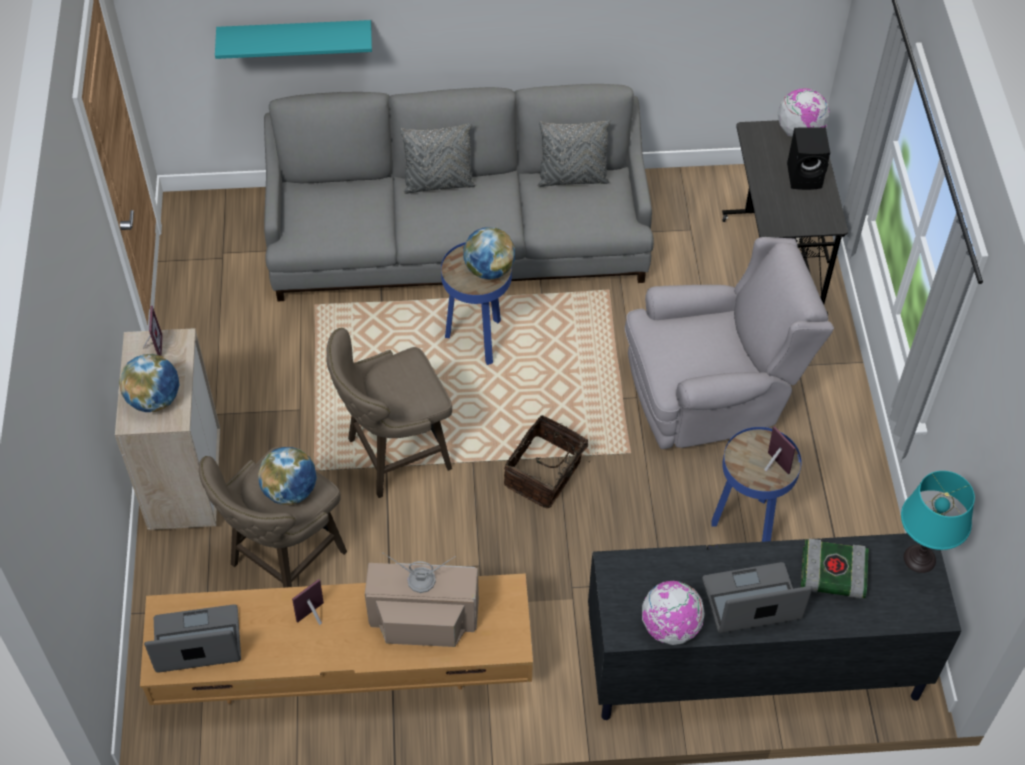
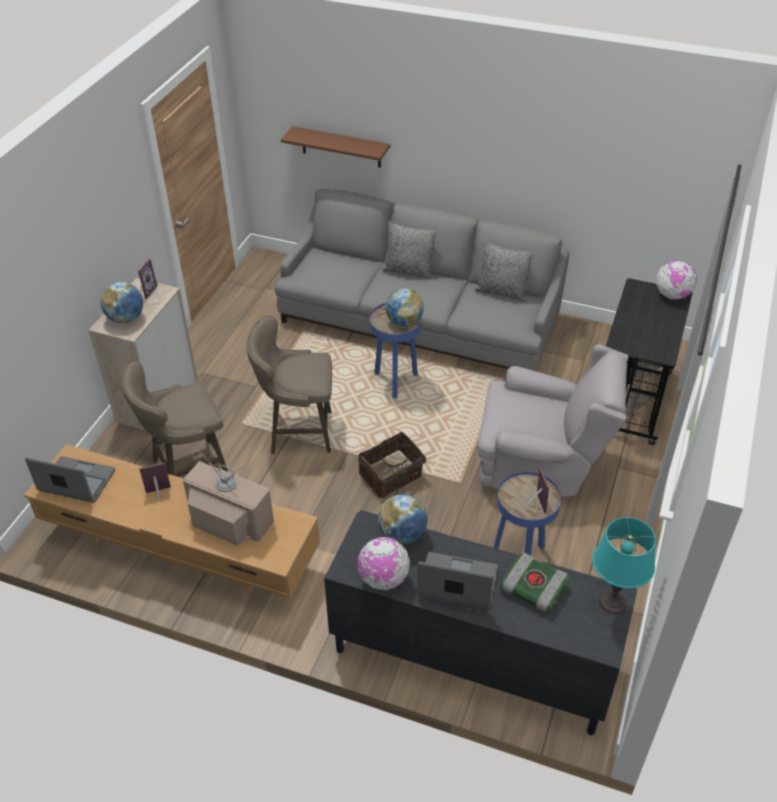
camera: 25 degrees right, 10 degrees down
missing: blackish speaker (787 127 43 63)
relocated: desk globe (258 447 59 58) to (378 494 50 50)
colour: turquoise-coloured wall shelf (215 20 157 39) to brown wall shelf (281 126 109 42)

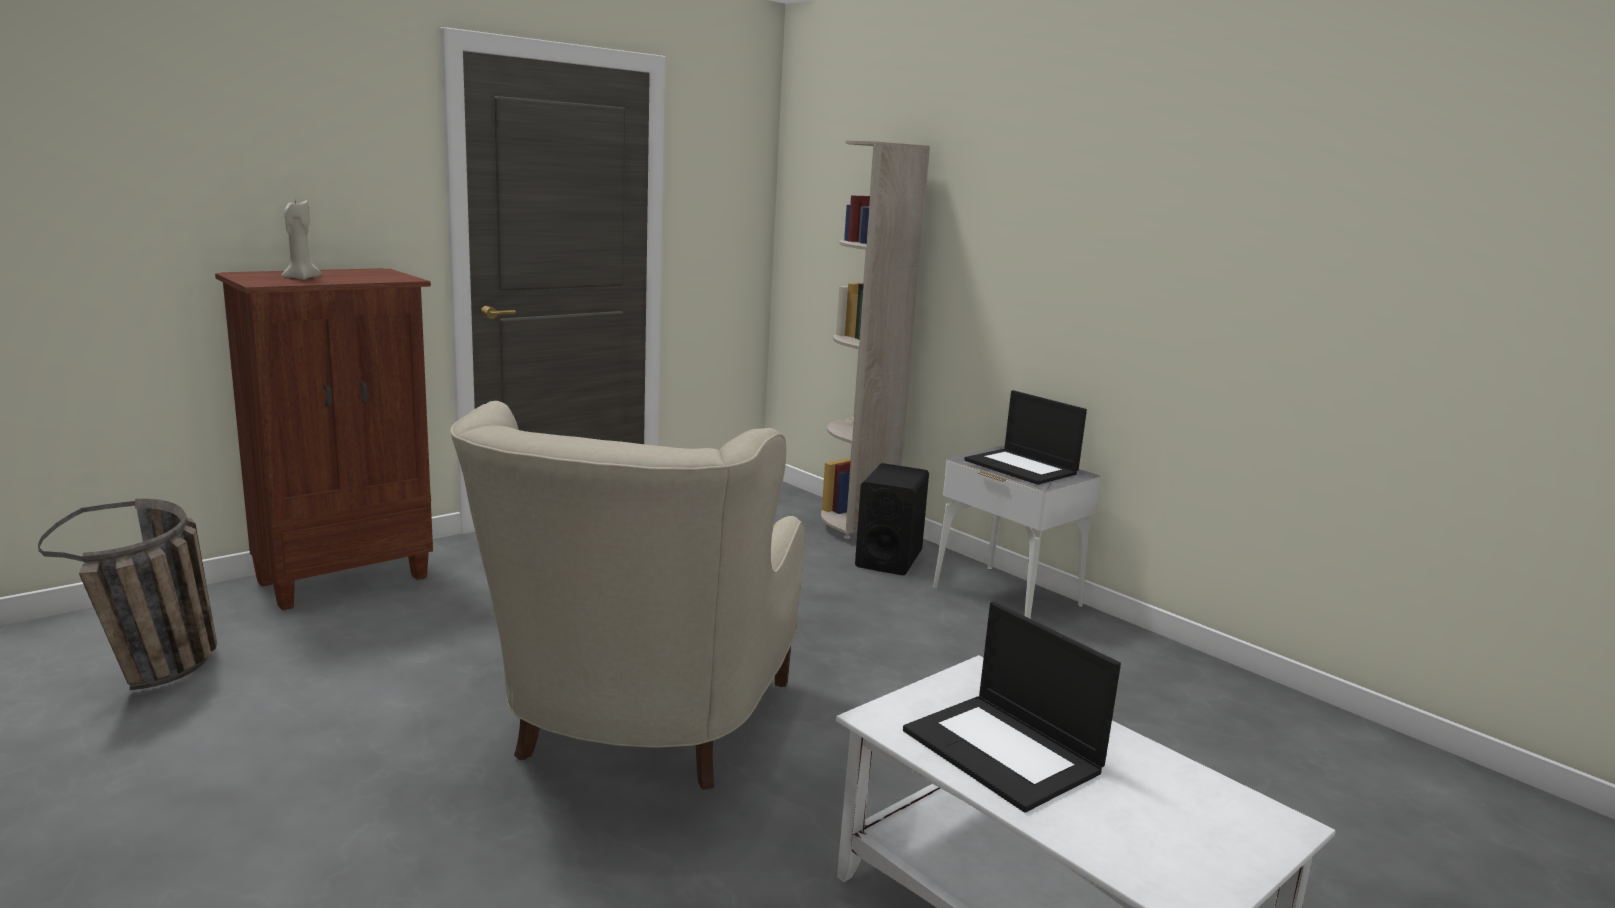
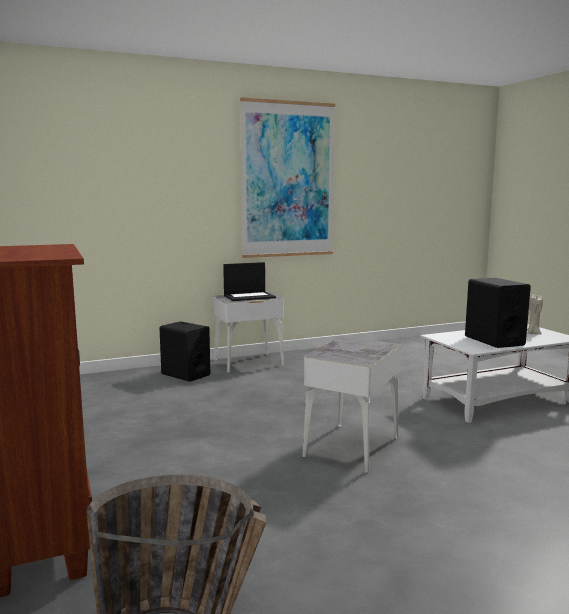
camera: 70 degrees left, 5 degrees down
missing: beige-coloured shelving unit (821 140 109 399)
appeared: picture (240 97 95 161)
relocated: beige-coloured wax candle (281 200 41 80) to (527 295 16 39)
exchanged: beige-coloured armchair (450 401 355 389) to accent table (302 337 99 136); laptop (903 602 218 211) to blackish speaker (465 278 66 70)

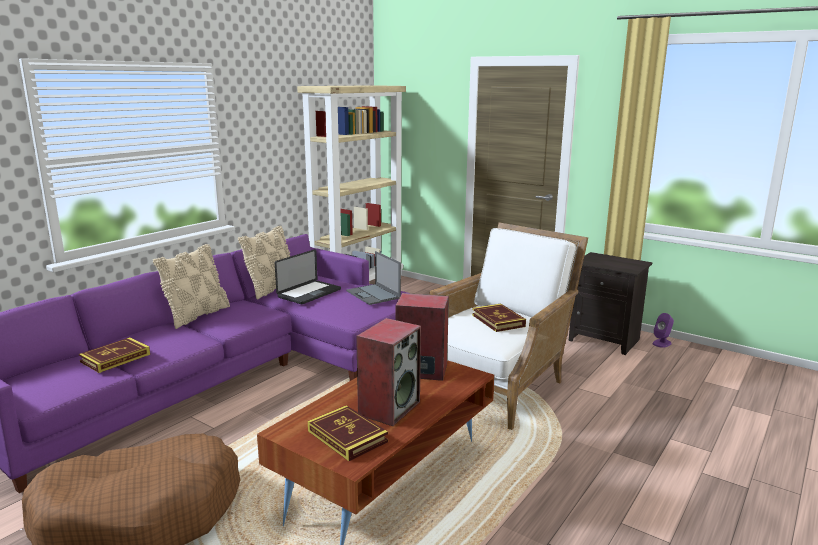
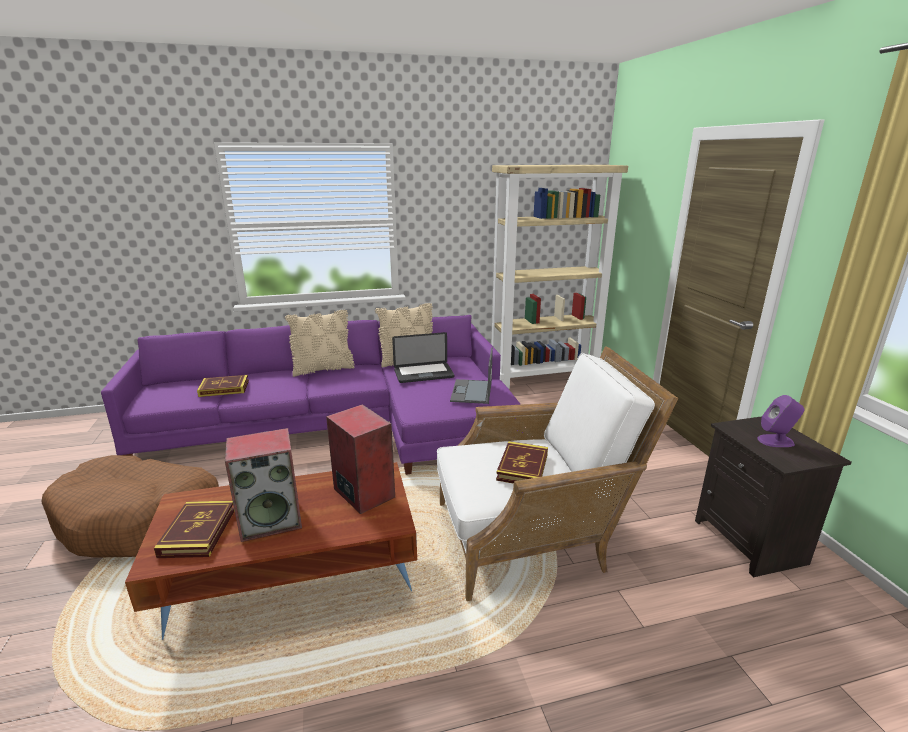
camera: 40 degrees right, 5 degrees up
relocated: purple-coloured speaker (652 313 22 35) to (757 395 48 52)

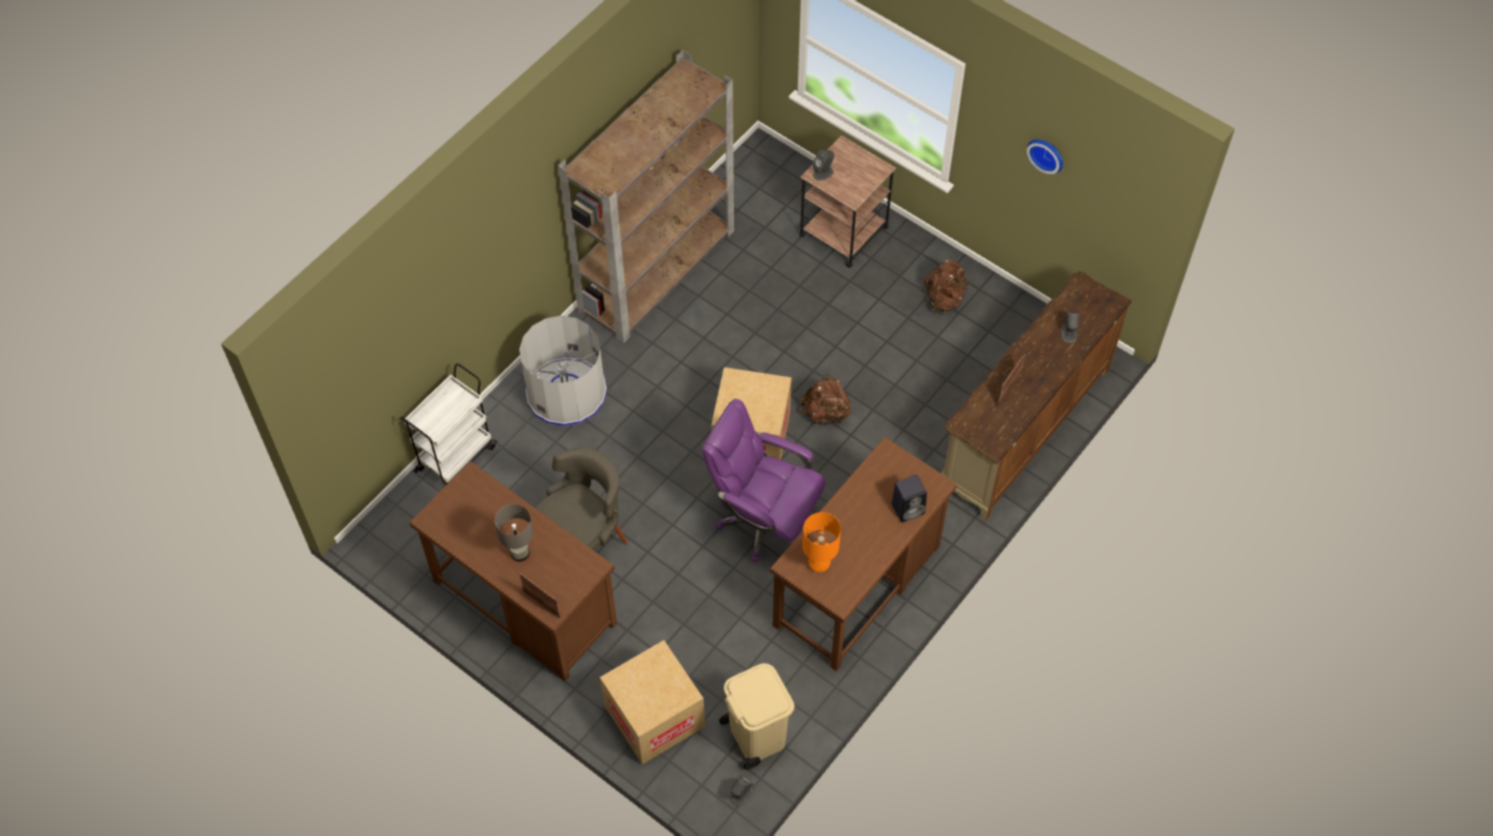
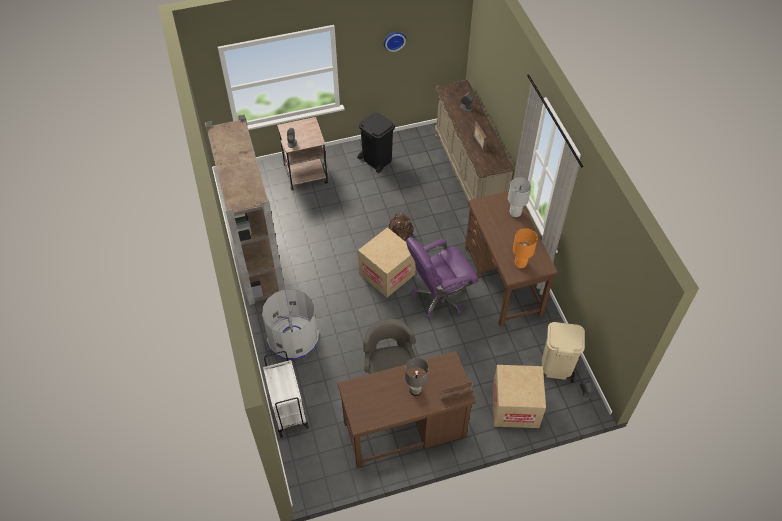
camera: 55 degrees left, 5 degrees down
exchanged: blackish speaker (892 475 35 47) to grey table lamp (508 178 23 39); brown rucksack (924 260 44 55) to blackish waste bin (358 112 37 61)

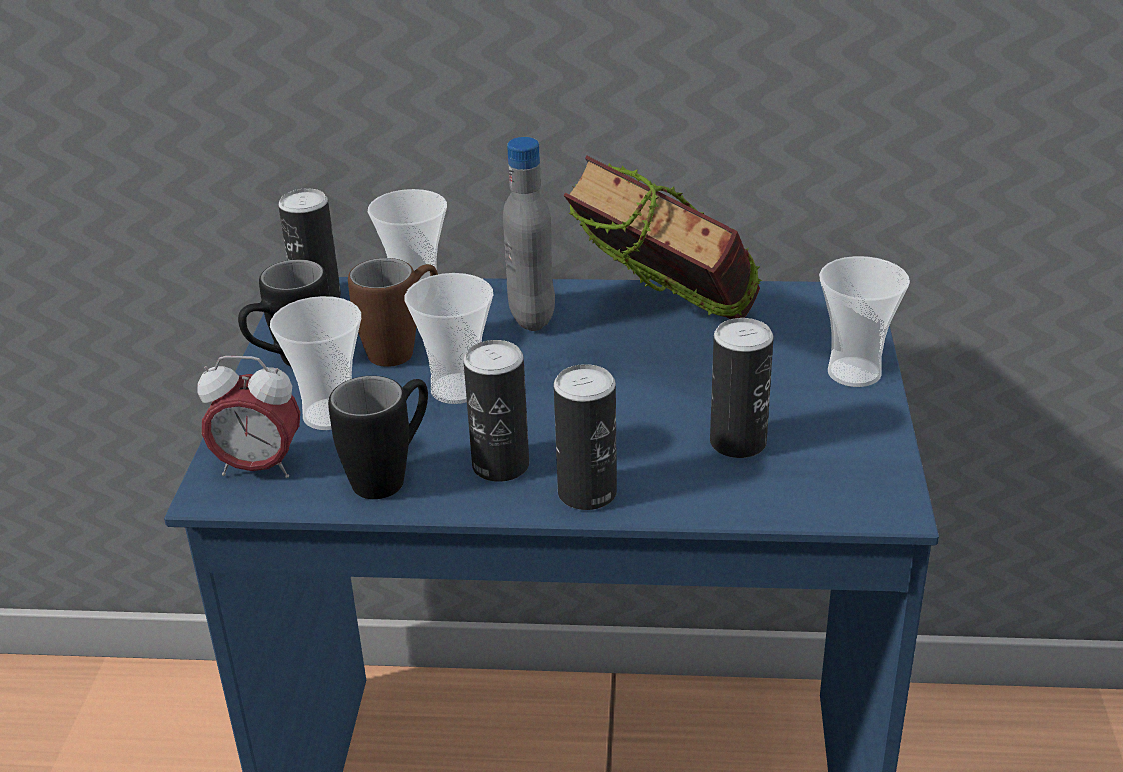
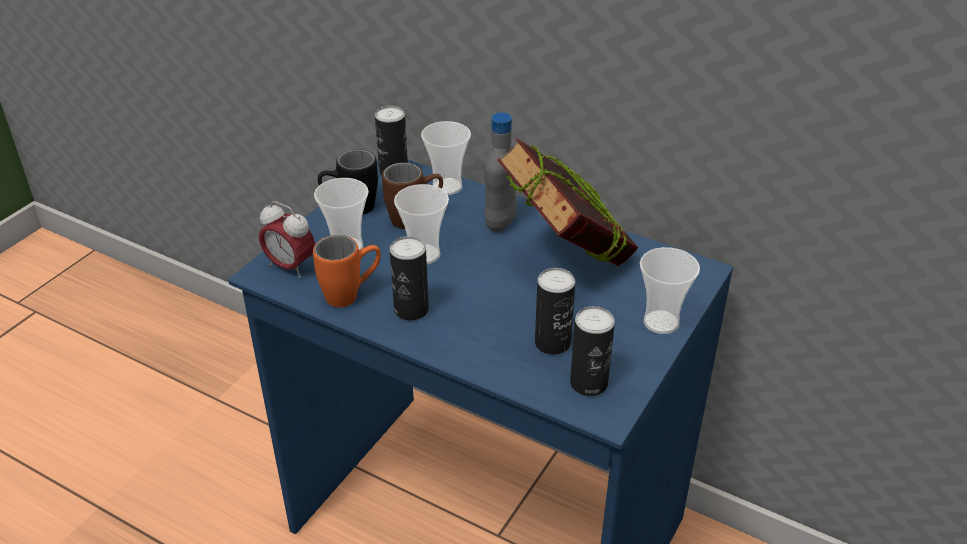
camera: 25 degrees right, 5 degrees up
relocated: can (554 364 63 146) to (570 306 45 90)
colour: blackish coffee mug (328 376 100 123) to orange coffee mug (313 235 68 72)

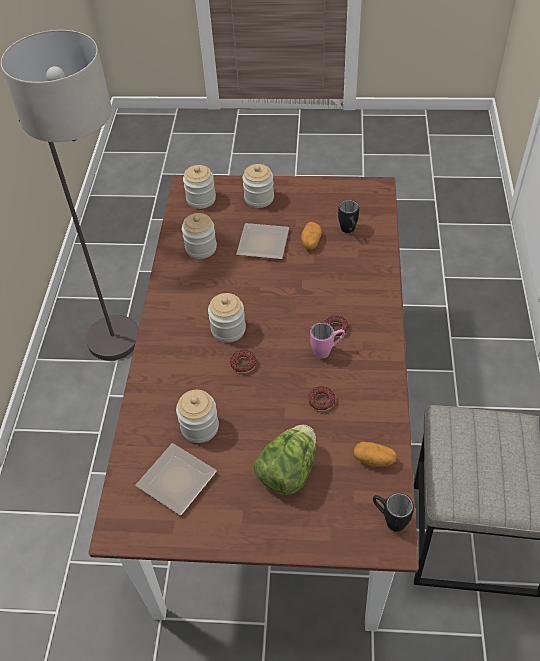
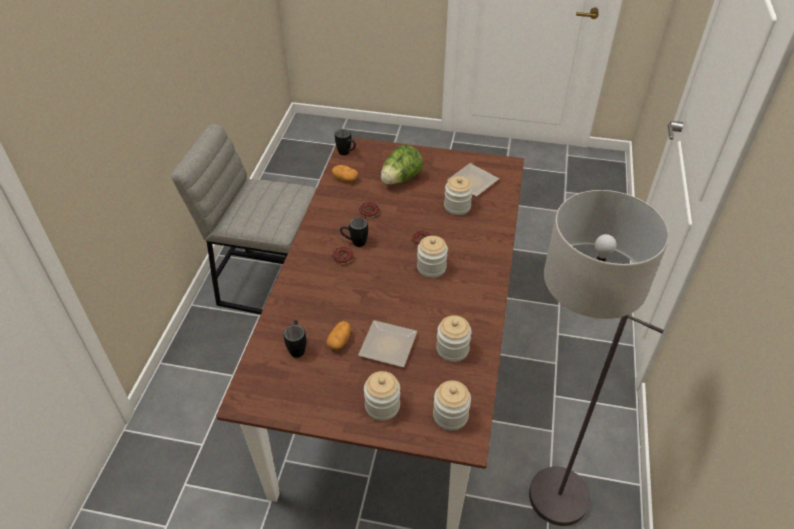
camera: 175 degrees left, 5 degrees down
colour: pinkish coffee mug (310 323 35 35) to blackish coffee mug (340 217 28 30)

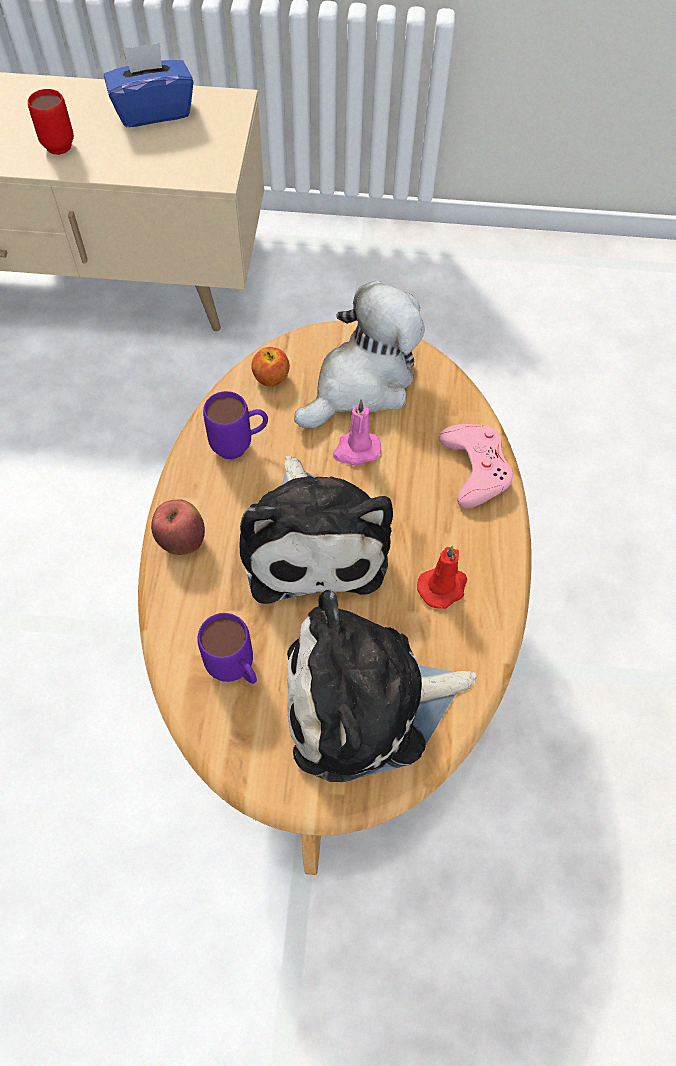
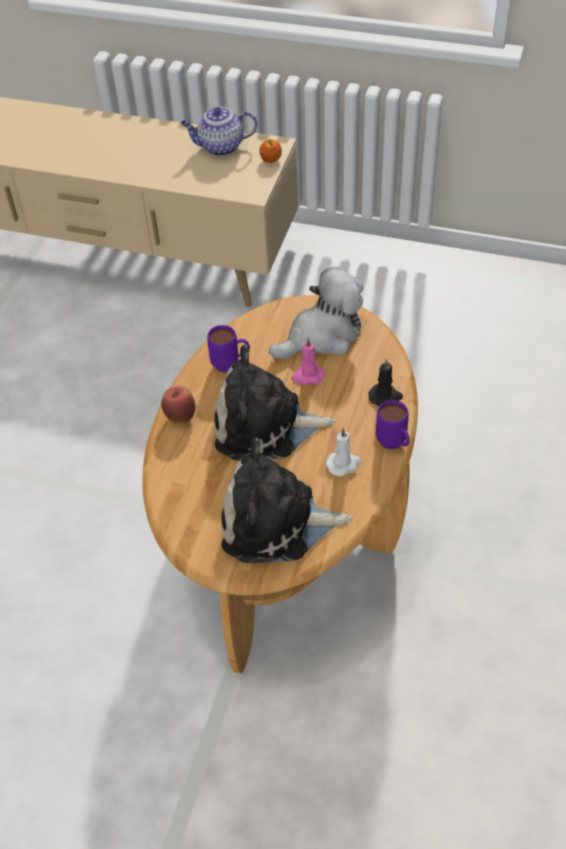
camera: 15 degrees right, 10 degrees down
missing: red-coloured coffee mug (28 89 46 66)
relocated: purple-coloured coffee mug (198 613 59 71) to (376 400 34 49); apple fruit (251 347 39 39) to (259 139 23 24)
exchanged: blue tissue holder (104 43 89 84) to pot for tea (181 107 76 49); pinkish joypad (439 424 74 84) to blackish wax candle (369 358 34 48)
colour: red-coloured wax candle (417 545 50 64) to whitish wax candle (326 427 35 49)
spun: plush toy (239 456 154 148) = (214 345 121 116) 90 degrees clockwise

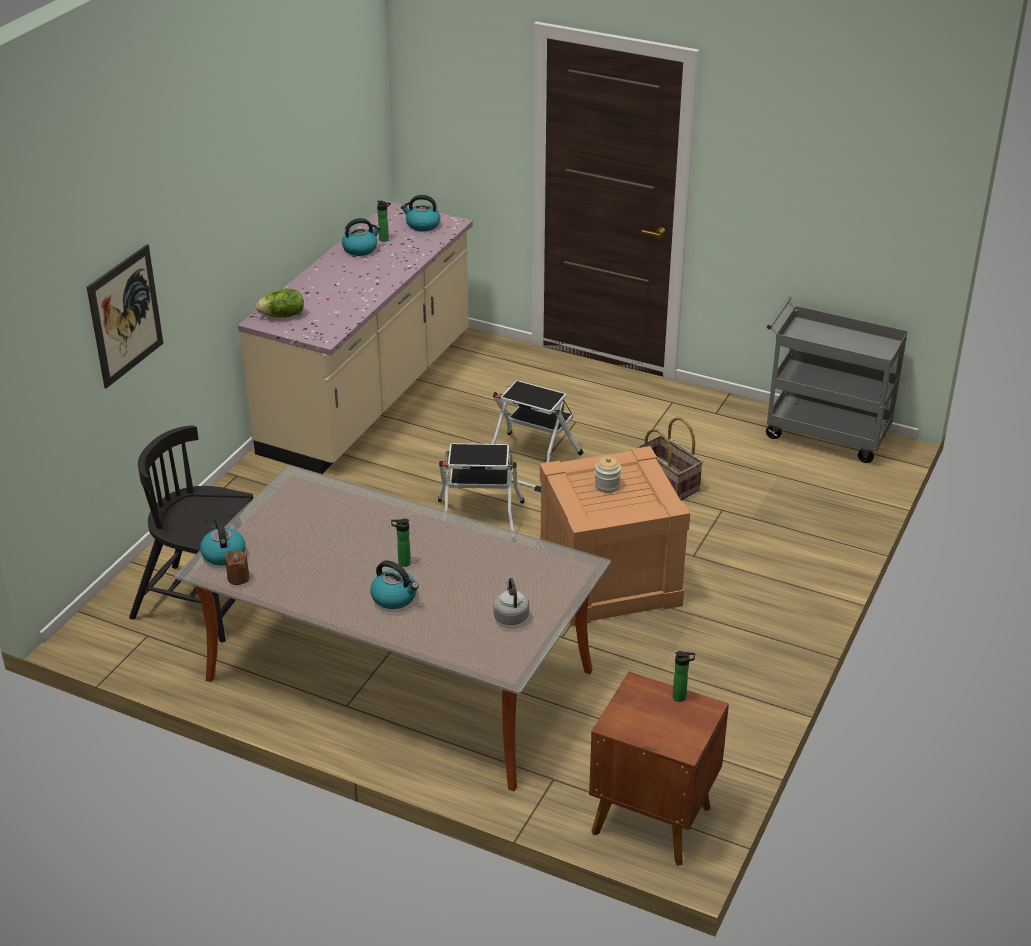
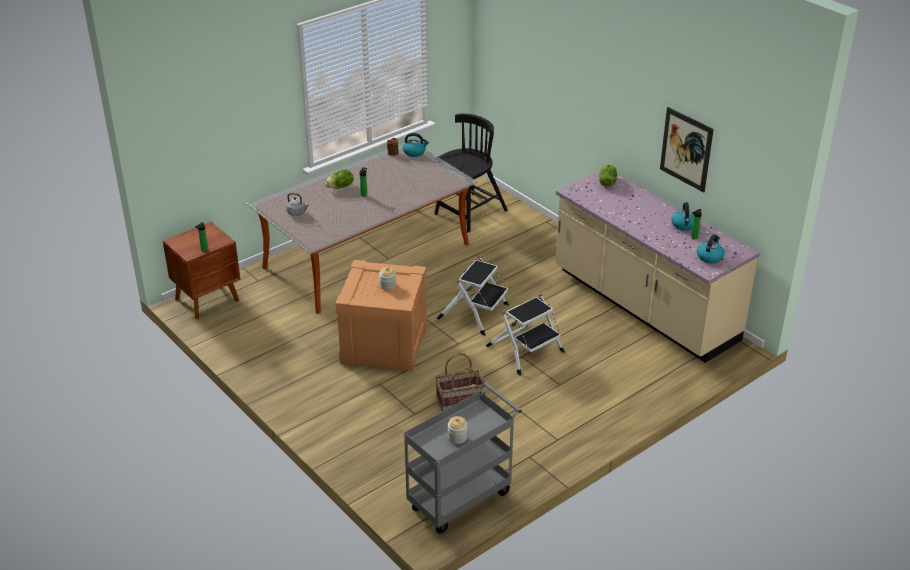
camera: 115 degrees right, 0 degrees up
appeared: preserve jar (448 416 19 28)
relocated: picture (87 244 76 144) to (660 107 54 85)
exchanged: kettle (370 560 49 49) to head of lettuce (325 169 29 20)

